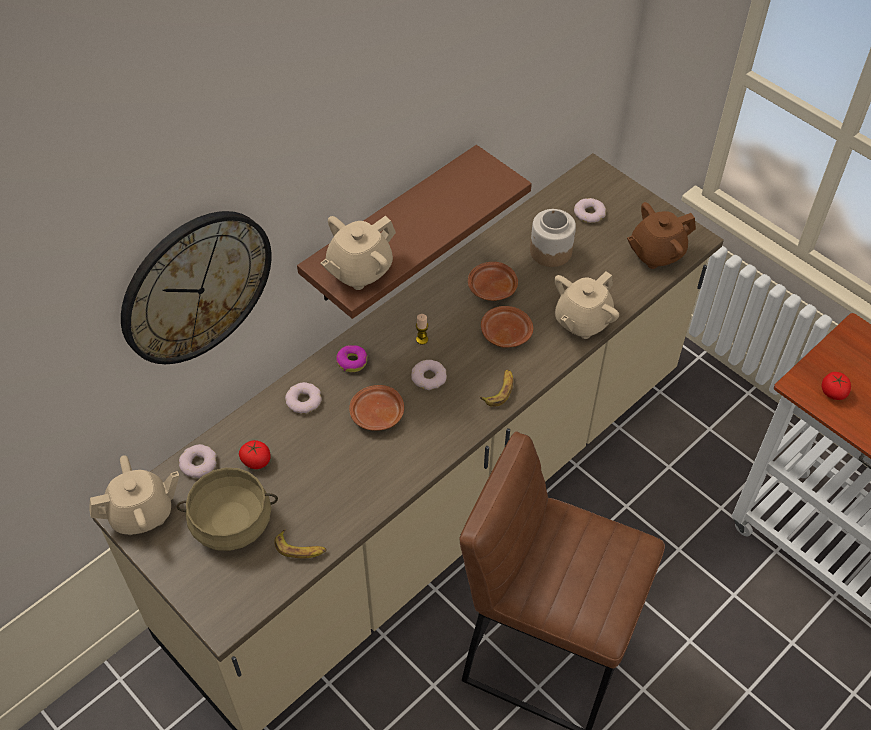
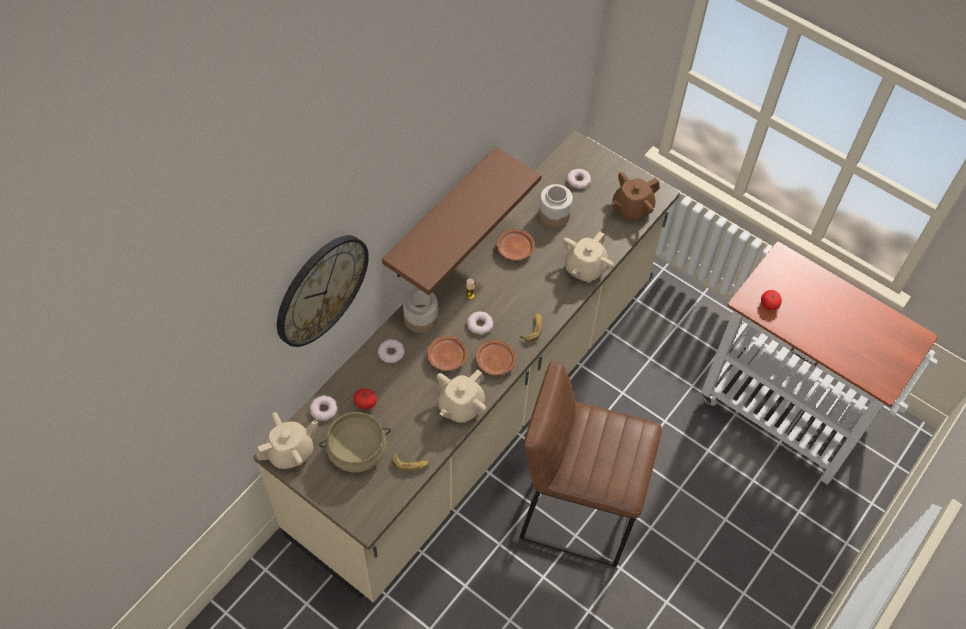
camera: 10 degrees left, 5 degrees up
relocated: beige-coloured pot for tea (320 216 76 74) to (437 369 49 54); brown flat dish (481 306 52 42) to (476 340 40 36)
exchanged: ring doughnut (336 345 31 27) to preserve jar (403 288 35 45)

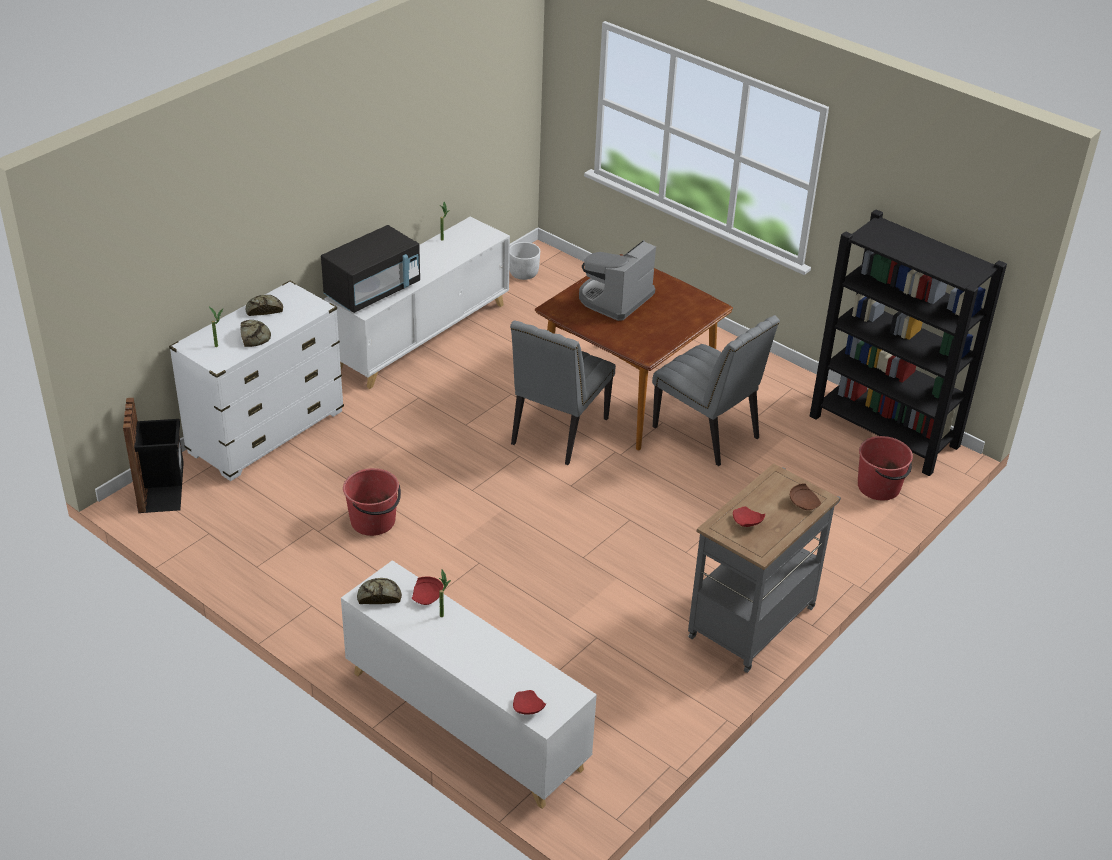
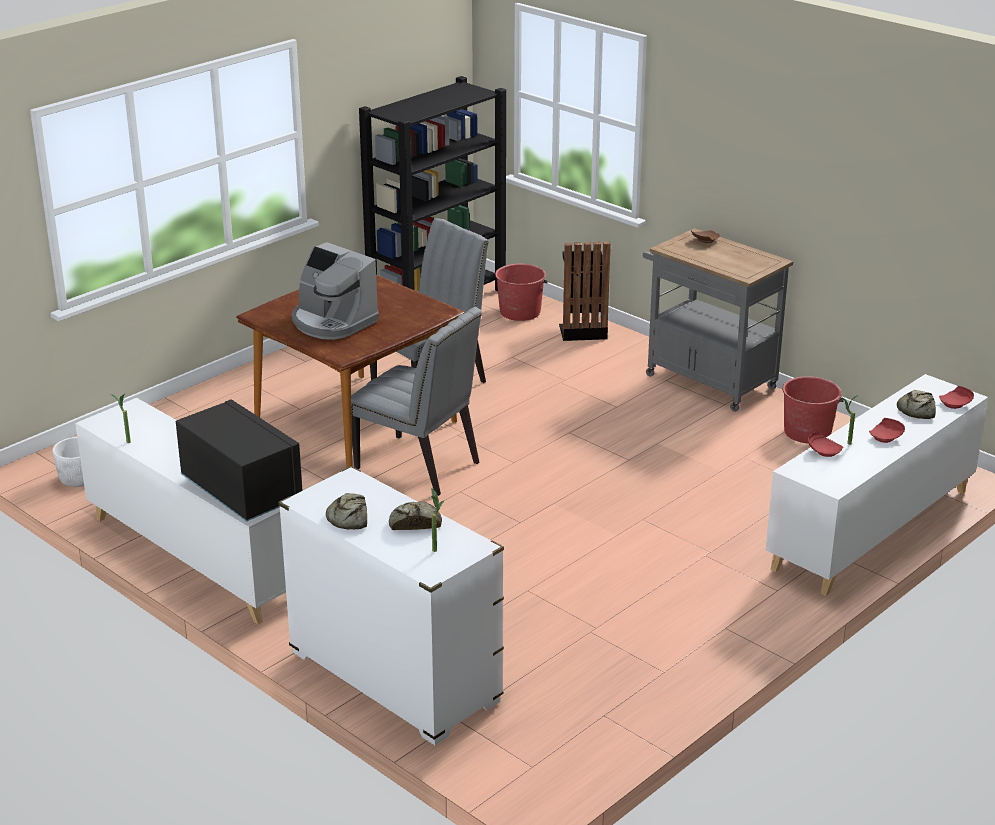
camera: 85 degrees left, 10 degrees down
relocated: blackish waste bin (123 398 61 115) to (559 242 52 99); red-coloured pail (343 468 58 68) to (782 376 62 68); baked bread (357 578 45 26) to (897 390 39 29); red-coloured flat dish (733 506 32 21) to (869 418 36 25)

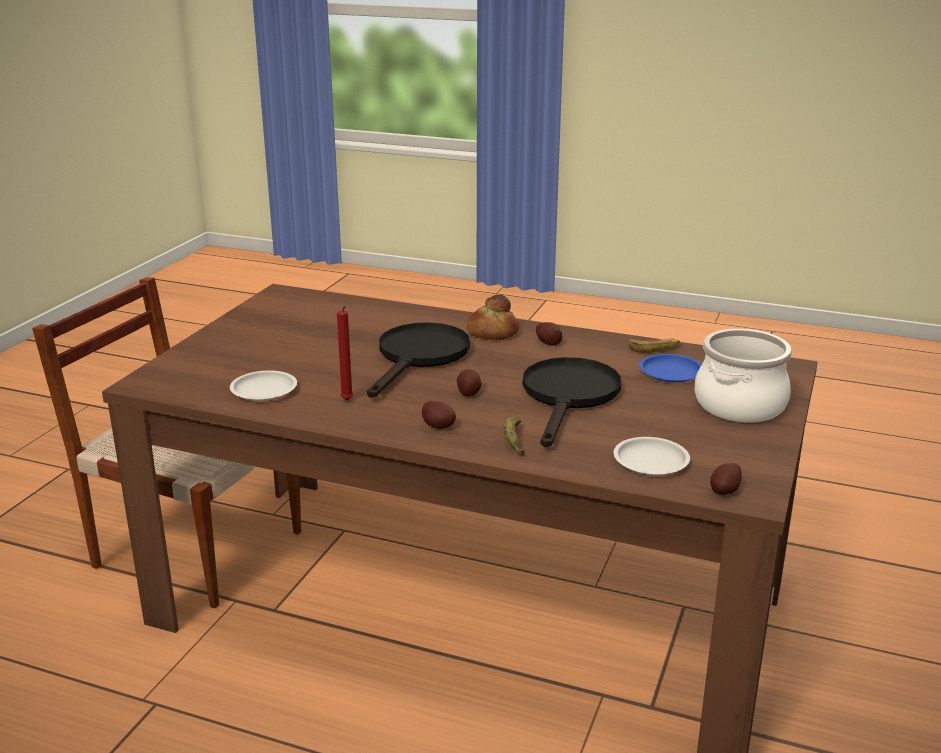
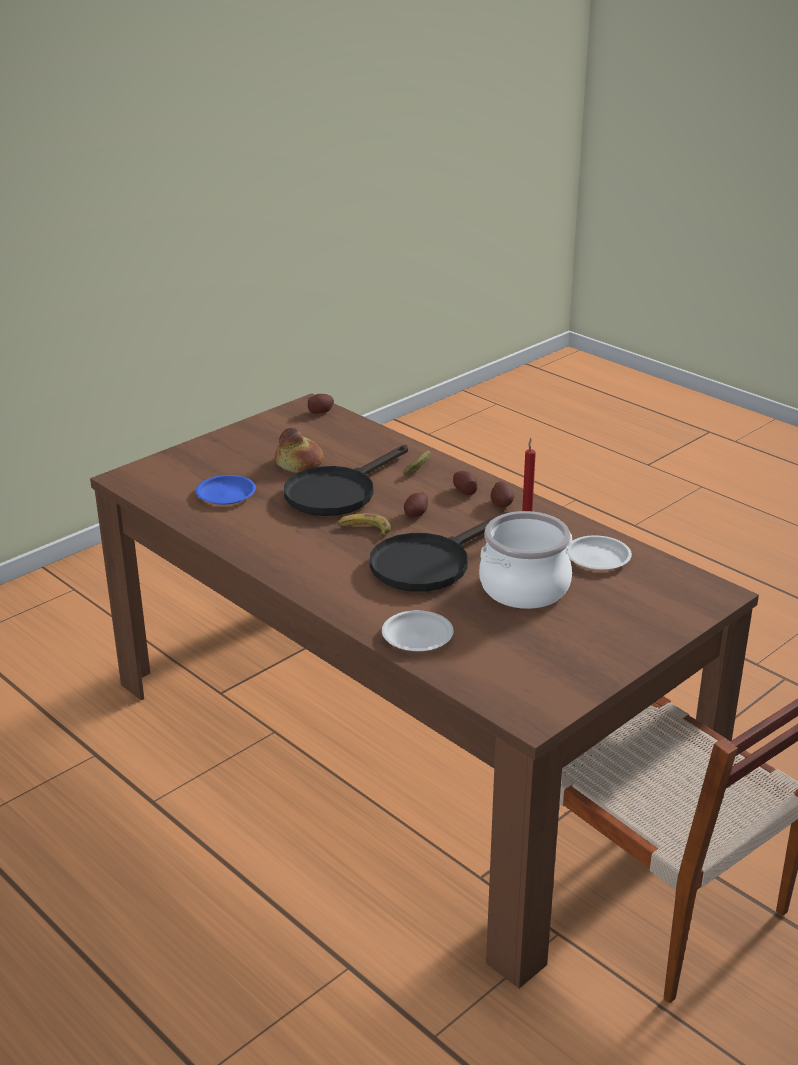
camera: 155 degrees left, 5 degrees up
relocated: baked bread (467 294 52 46) to (275 428 49 45); whole potato (536 322 26 24) to (491 482 23 25); whitish flat dish (613 437 77 38) to (382 610 72 41); whole banana (628 338 52 15) to (337 513 54 24); saucepot (695 329 97 93) to (479 511 93 98)

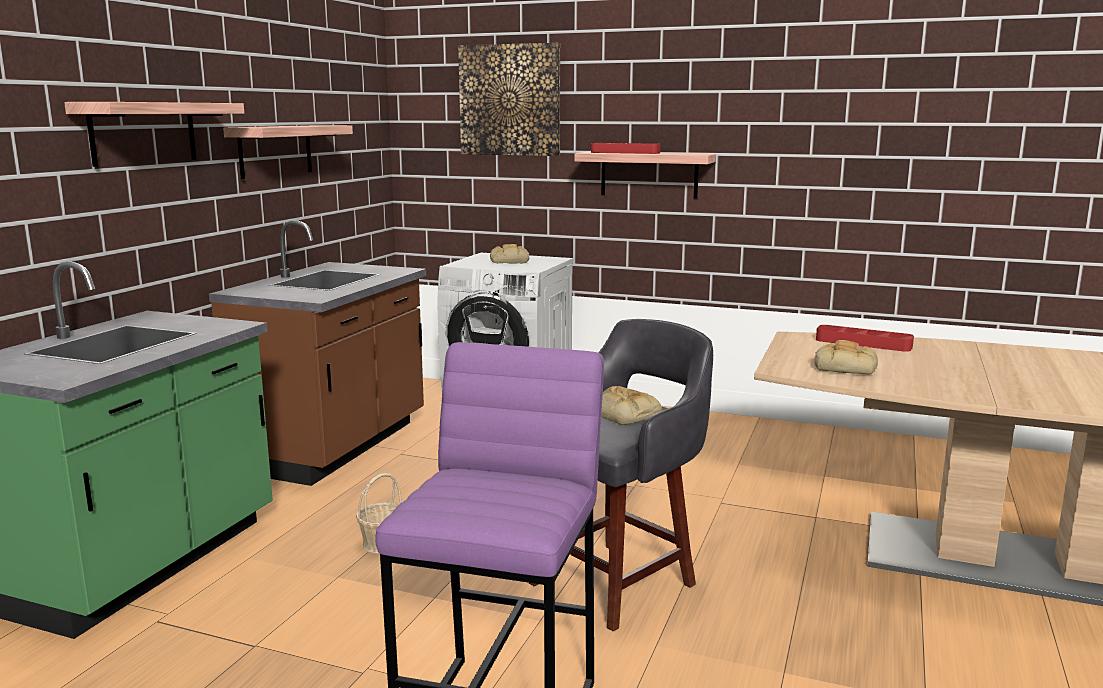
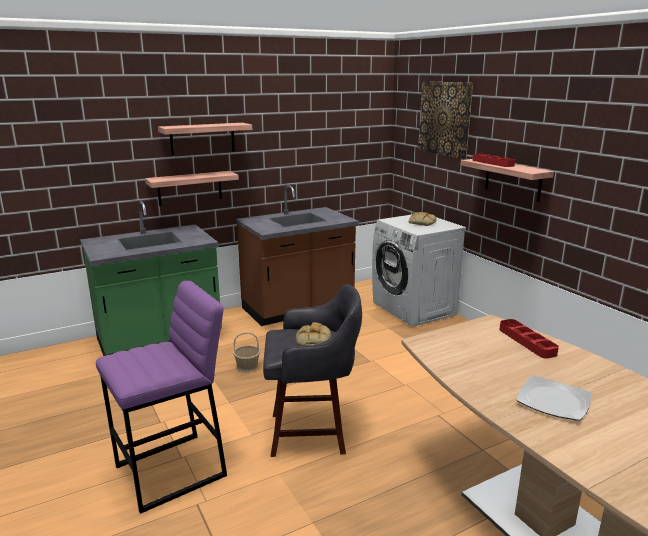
camera: 40 degrees right, 5 degrees up
missing: baked bread (814 340 64 34)
appeared: flat dish (517 375 74 46)
relocated: wall shelf (223 125 130 54) to (145 171 94 35)

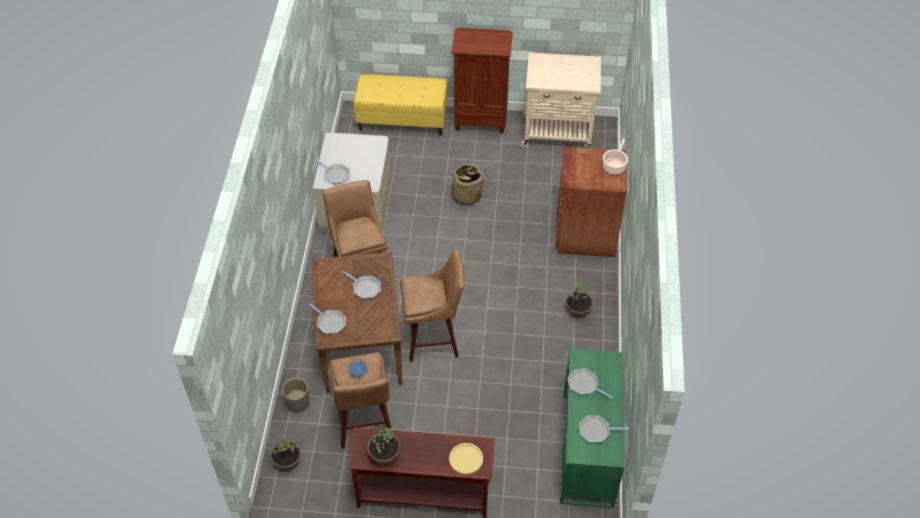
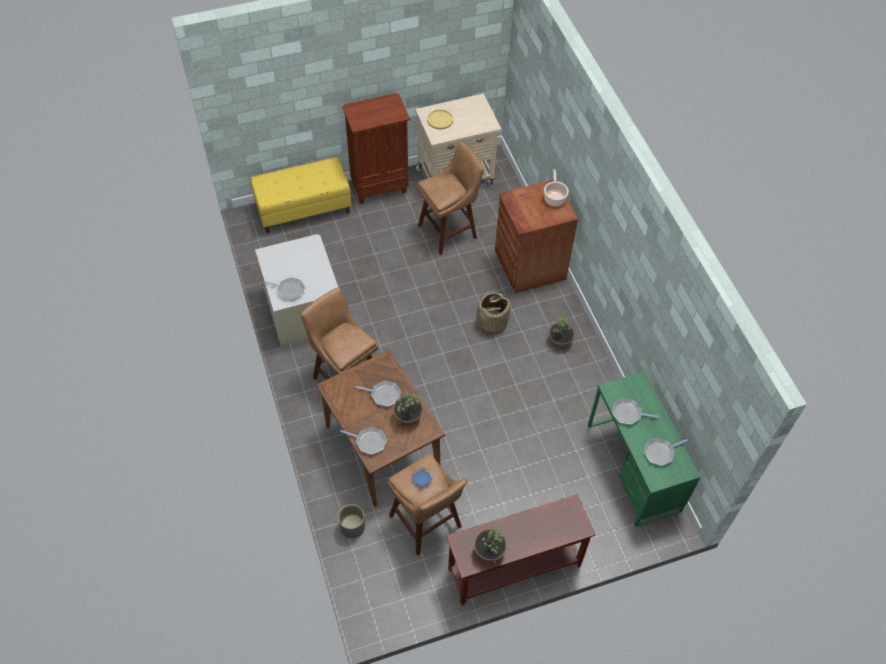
camera: 25 degrees left, 5 degrees up
relocated: plant in a pot (269 437 32 34) to (393 393 30 33); brown stool seat (400 249 65 113) to (417 141 67 114); storage basket (446 164 38 41) to (476 292 35 43); yellow-coloured flat dish (449 443 34 32) to (427 109 26 20)

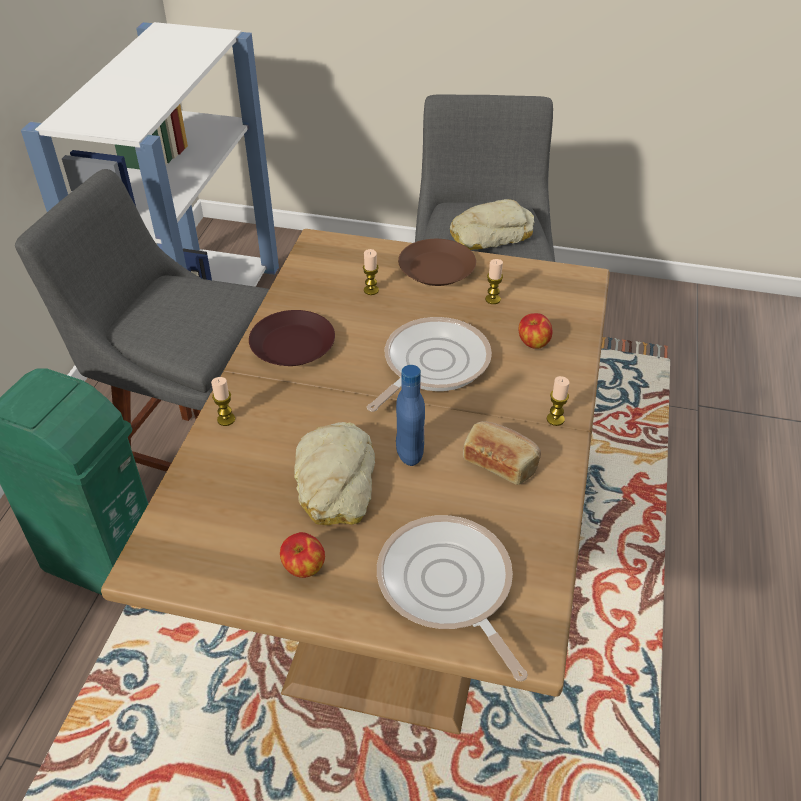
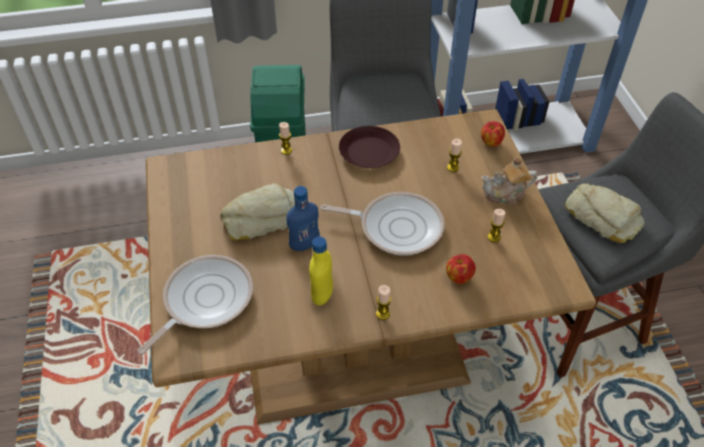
camera: 65 degrees right, 5 degrees up
relocated: apple fruit (280 532 45 46) to (481 121 24 26)
exchanged: brown flat dish (398 239 78 47) to pot for tea (481 157 57 47); baked bread (463 421 78 64) to yellow-coloured bottle (309 237 24 68)

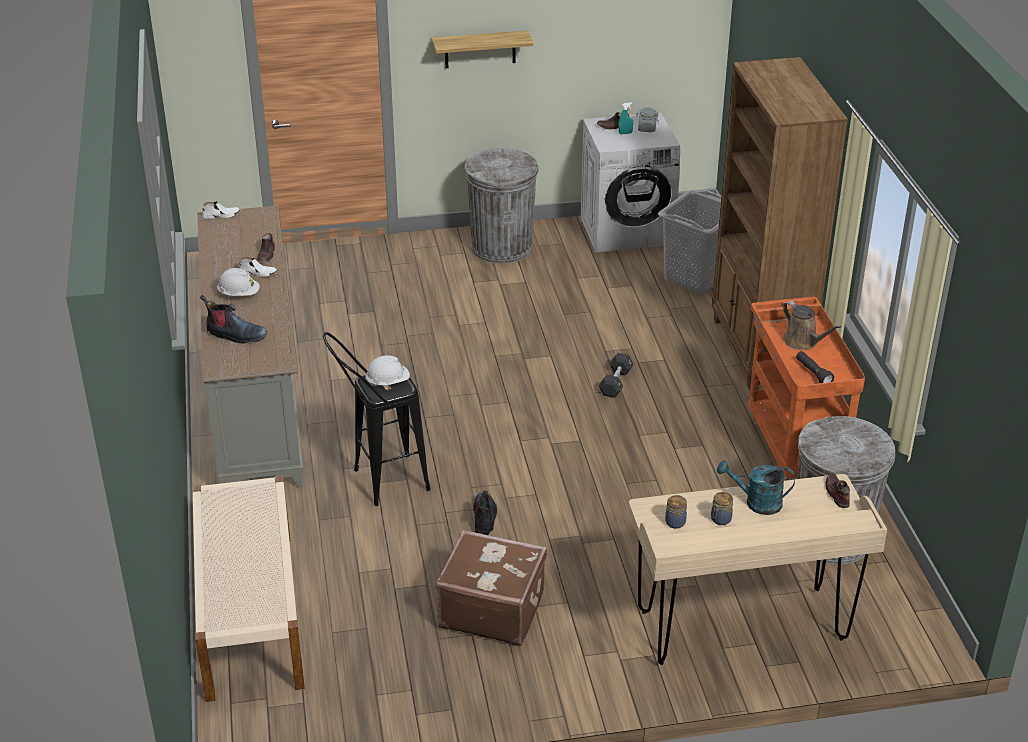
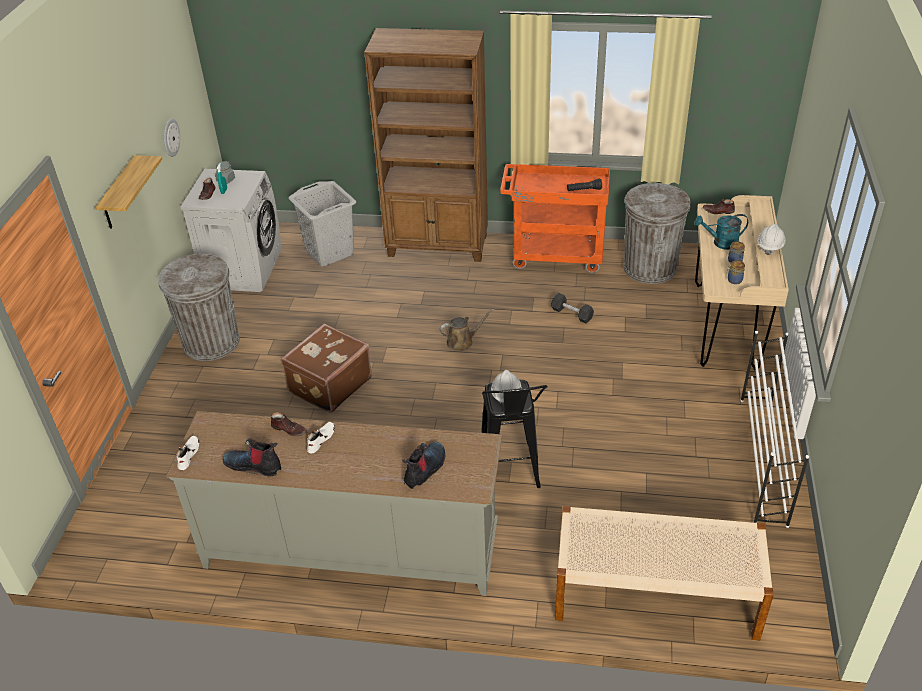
camera: 70 degrees left, 5 degrees up
appeared: wall clock (164 118 16 39); whitish shoe shelf (740 331 69 197)
relocated: whitish work helmet (217 268 43 28) to (757 224 29 31); brown travel case (436 530 111 116) to (281 323 91 90); high-top boot (474 490 23 45) to (223 438 58 38); blackish free weight (599 353 35 45) to (551 293 43 30); brown watering pot (783 301 58 49) to (440 309 54 42)
spun: turquoise-coloured watering pot (717 460 78 55) = (694 214 54 36) 60 degrees clockwise

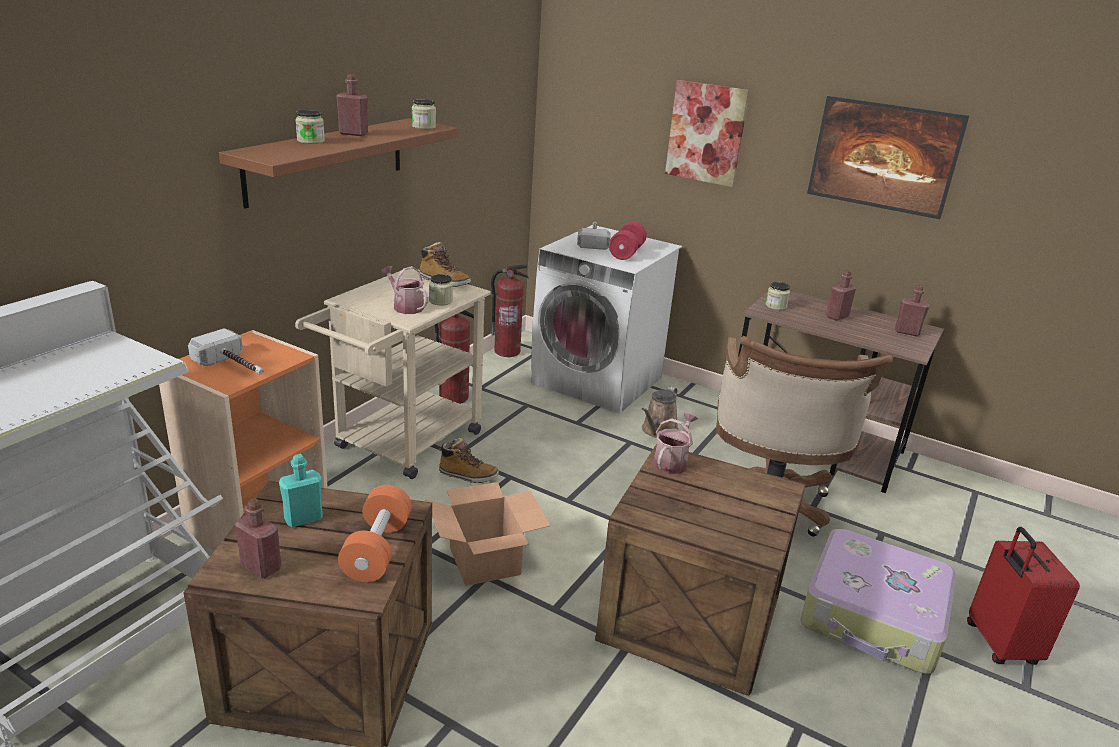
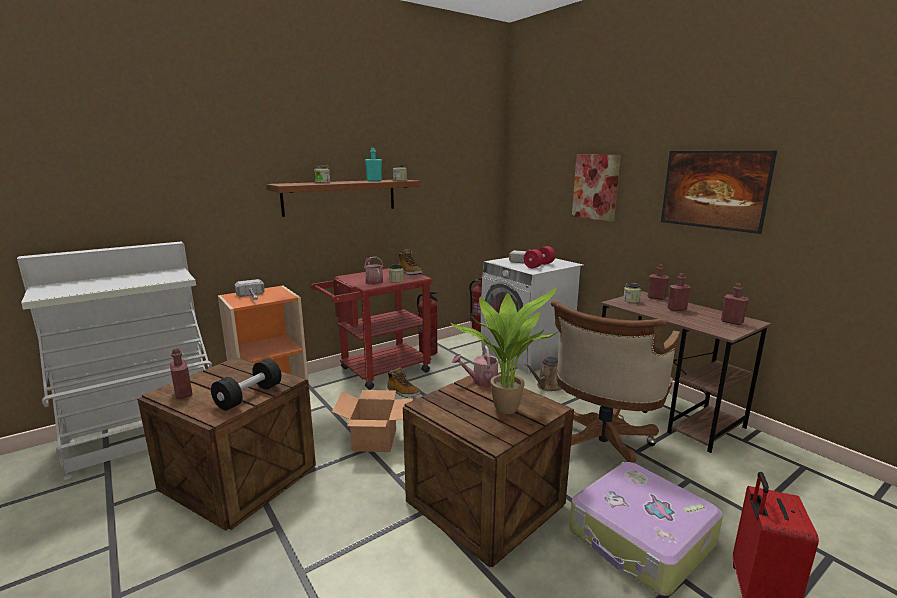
camera: 25 degrees right, 10 degrees down
appeared: plant in a pot (450 287 107 128)
relocated: turquoise-coloured bottle (279 454 44 73) to (365 148 17 33); red-coloured bottle (336 74 32 62) to (648 264 21 36)
colour: beige-coloured trolley (295 268 196 211) to red-coloured trolley (311 268 122 122); orange free weight (338 485 74 97) to blackish free weight (211 359 71 52)
spun: watering pot (653 413 45 61) = (452 345 55 42) 150 degrees counterclockwise

